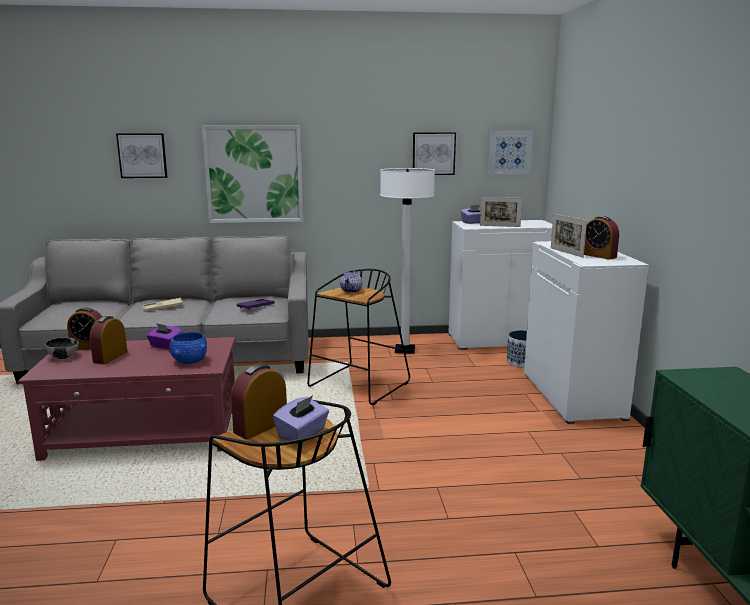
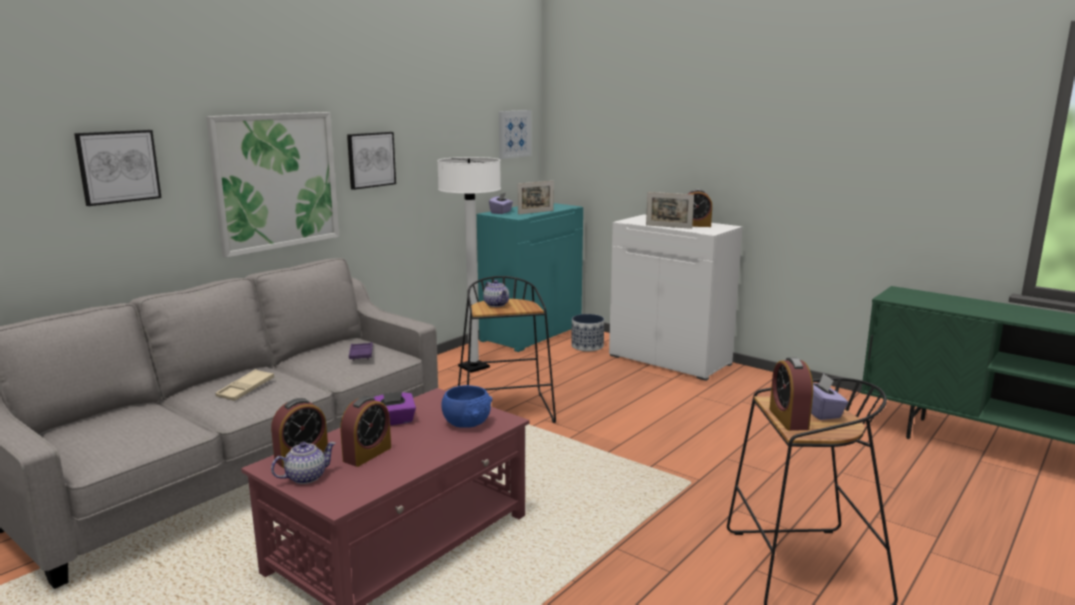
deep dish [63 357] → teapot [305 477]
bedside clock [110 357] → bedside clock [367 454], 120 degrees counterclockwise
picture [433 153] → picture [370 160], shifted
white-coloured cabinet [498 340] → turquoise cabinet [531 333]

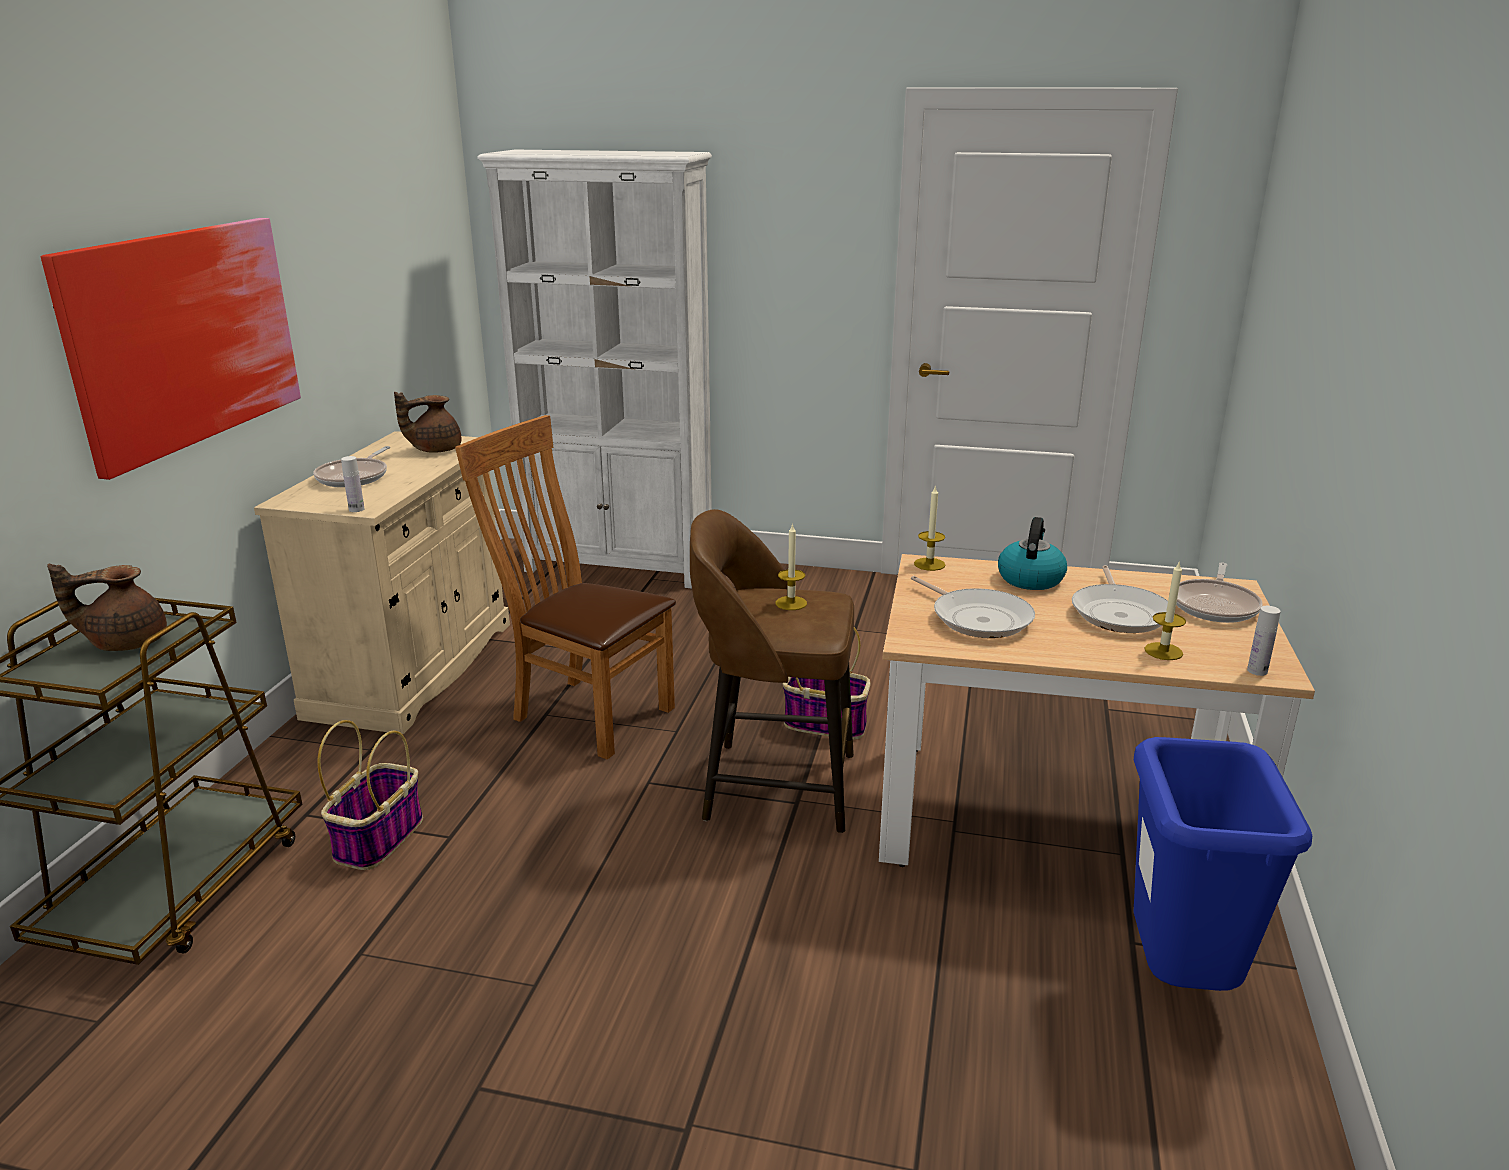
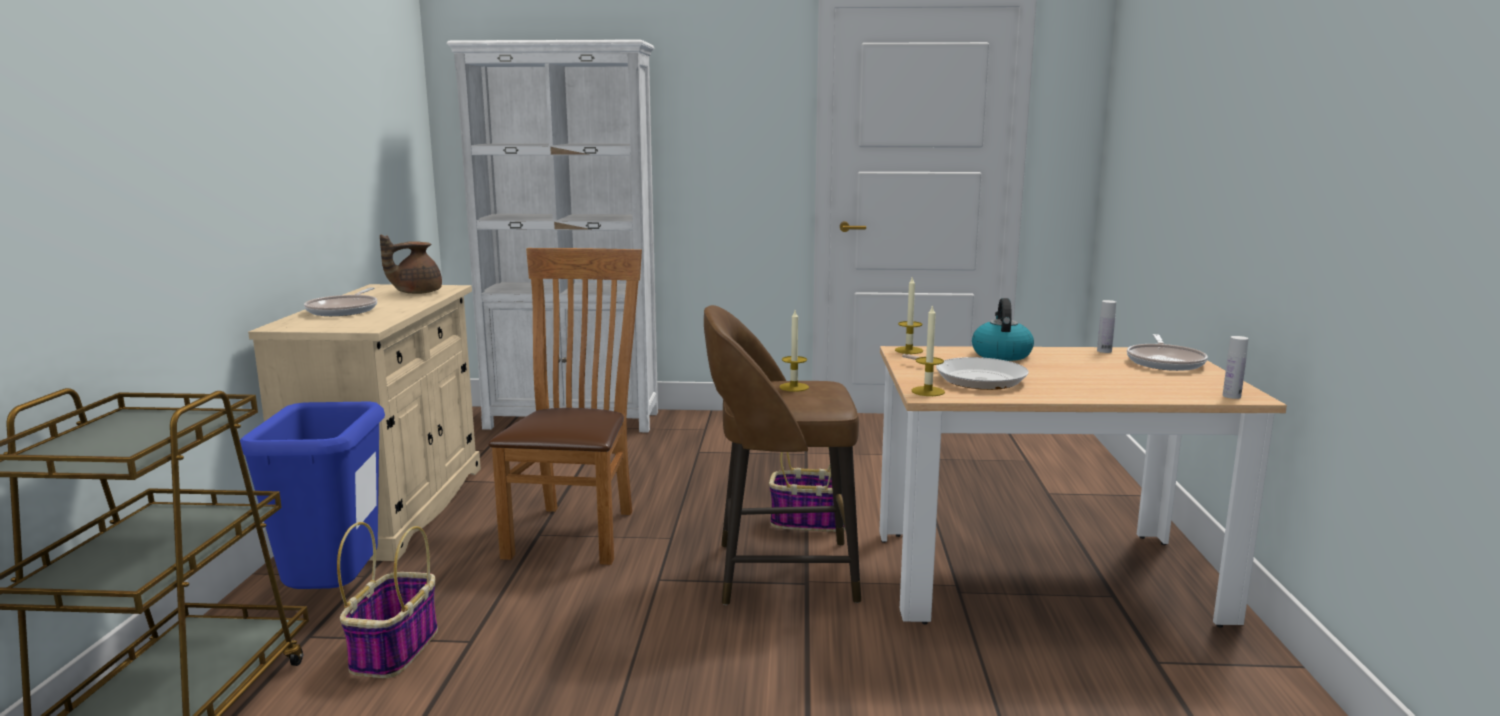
picture [184 337] → -
brownish teapot [126 642] → -
white-coloured bottle [356 509] → white-coloured bottle [1104 351], shifted
brownish upright chair [585 712] → brownish upright chair [577 530], 75 degrees clockwise
pan [1120 613] → -
bluish rubbish bin [1179 982] → bluish rubbish bin [335 599], shifted
wax light [1163 651] → wax light [928 391], shifted

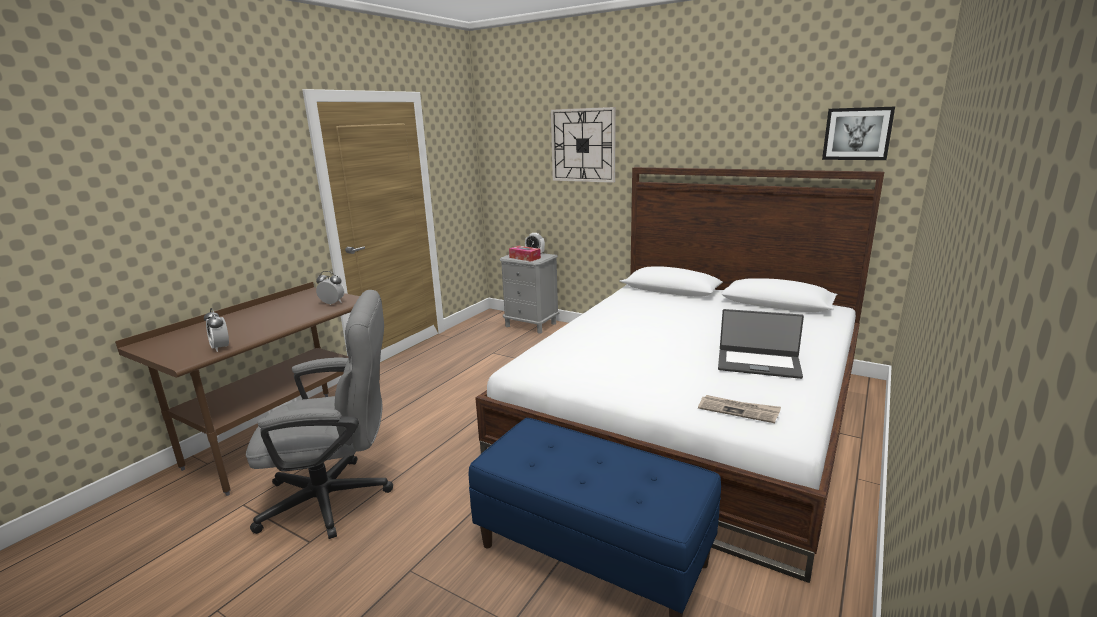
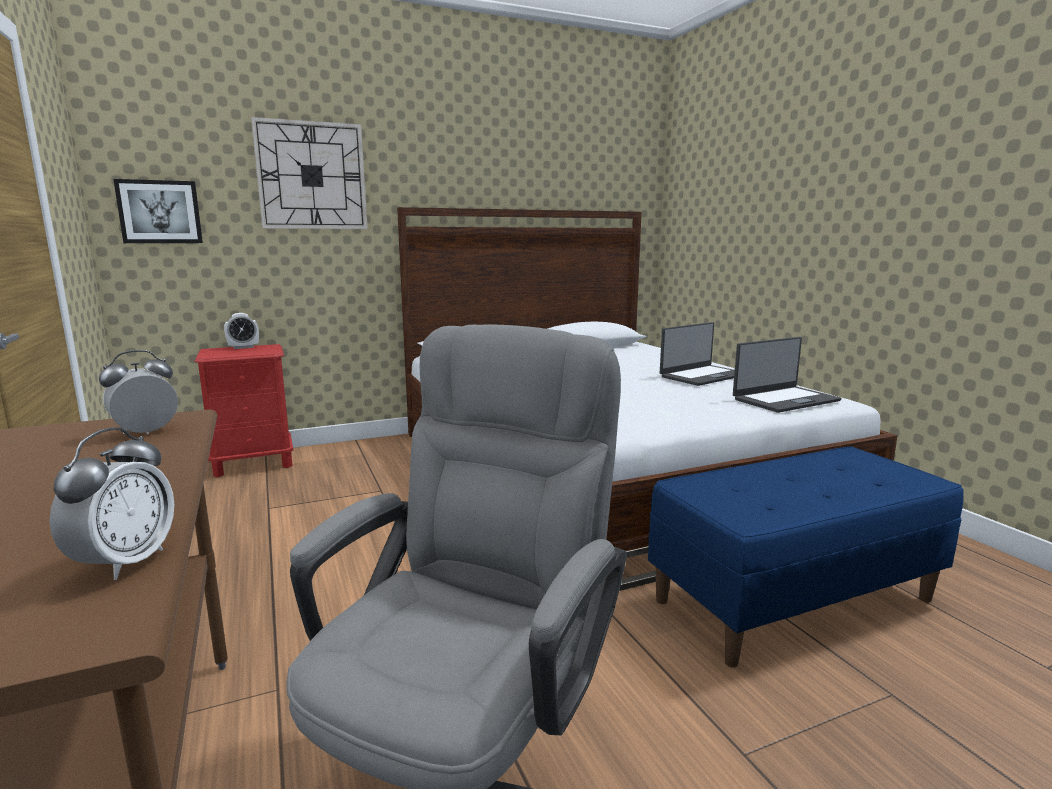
bedside clock [221 348] → bedside clock [125 563], 75 degrees counterclockwise
grey night table [531 325] → red-coloured night table [254 463]
tissue holder [525 258] → -
daily paper [738 410] → notebook computer [784 400]
picture [857 134] → picture [160 212], shifted

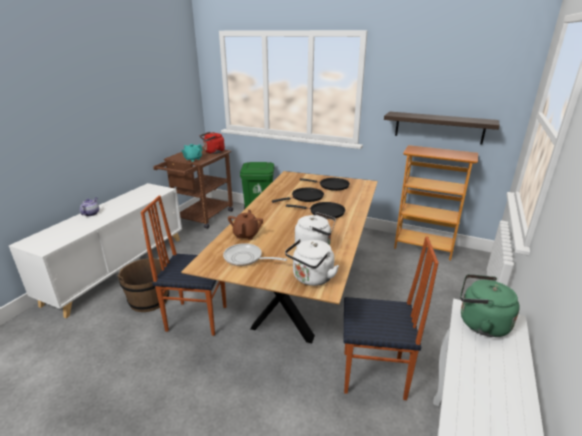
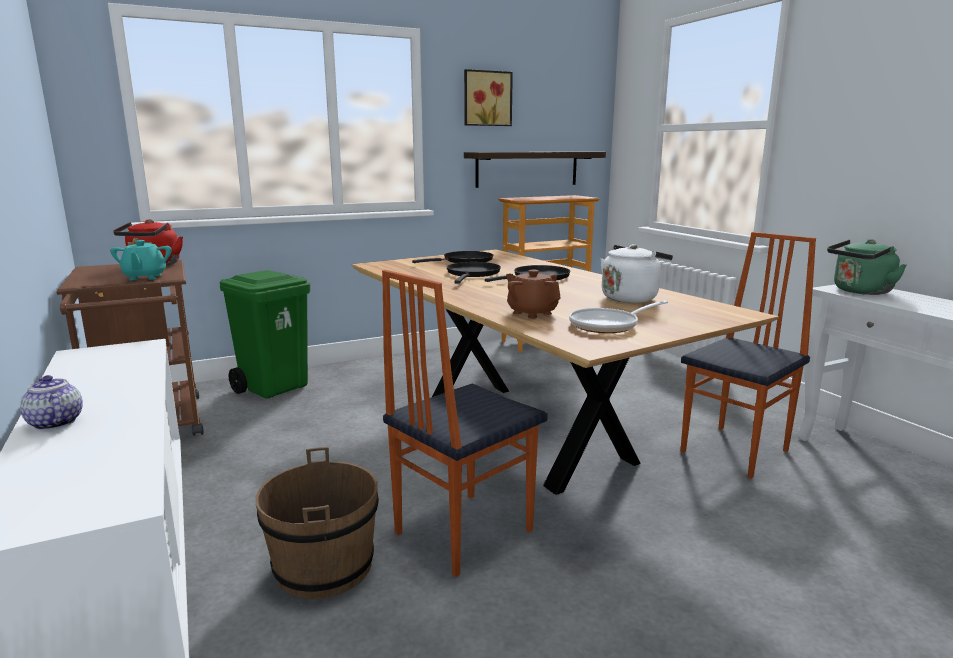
white-coloured tea kettle [311 278] → -
- → picture [486 98]

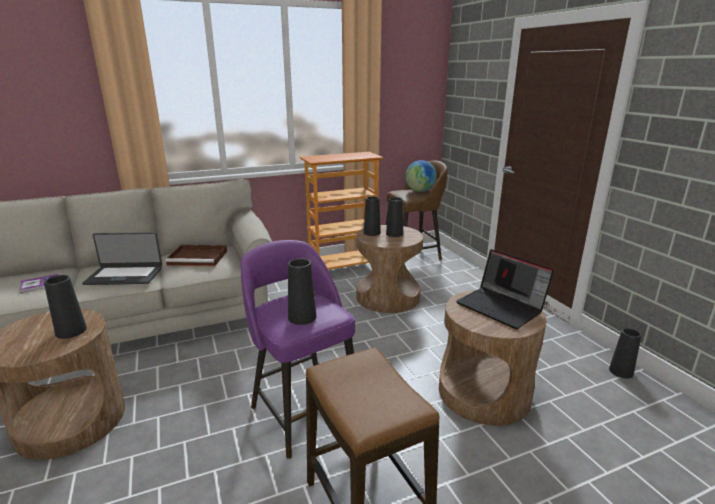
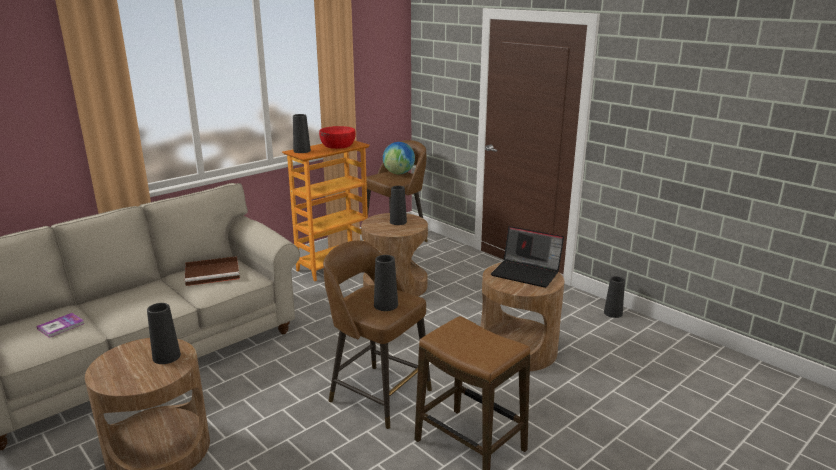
notebook computer [125 275] → -
purple stool [303 411] → brownish stool [378 394]
black-coloured decorative vase [372 233] → black-coloured decorative vase [302 151], shifted
- → red-coloured deep dish [338 145]

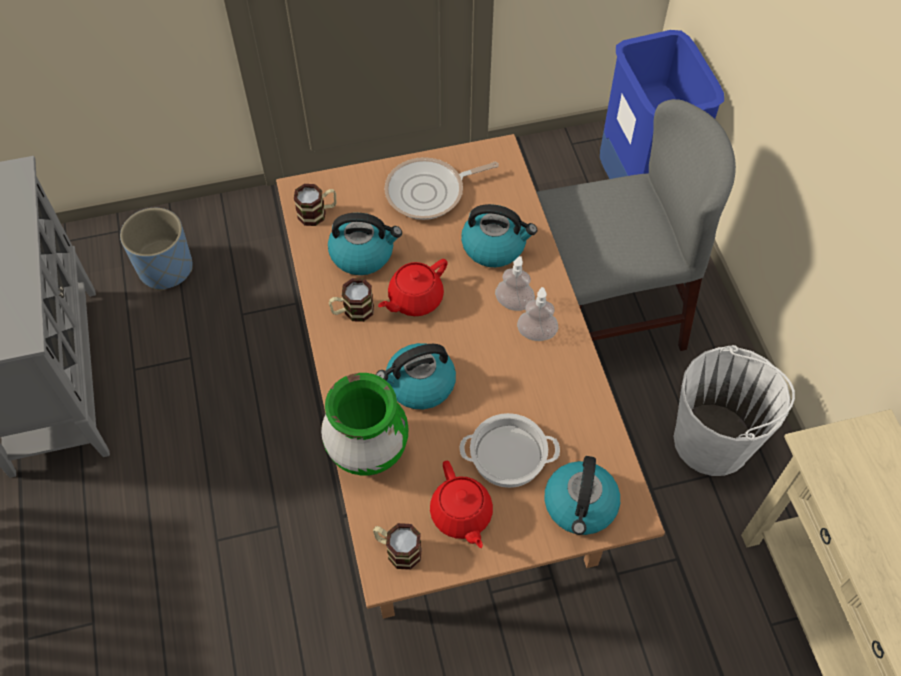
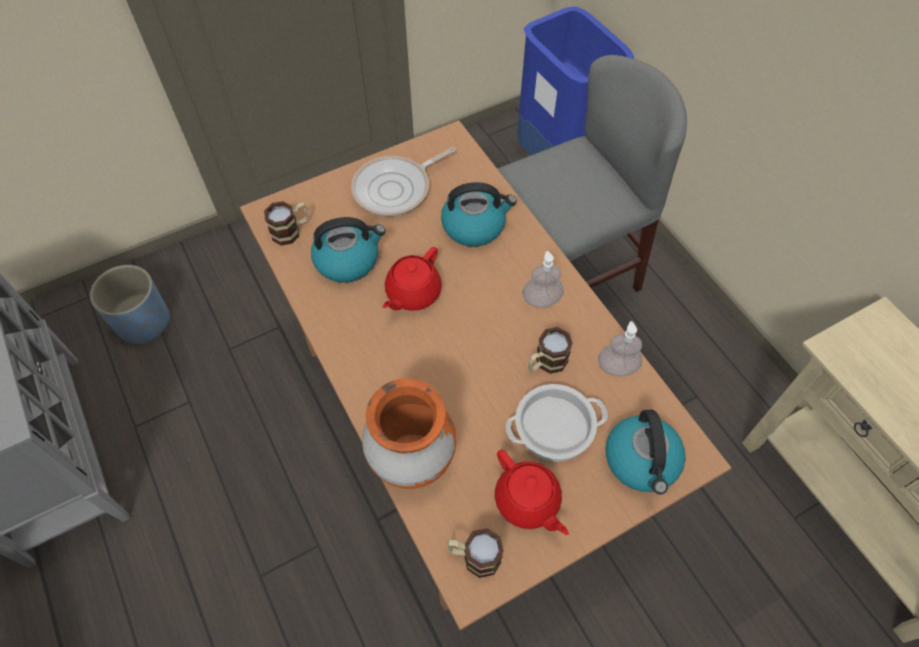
green decorative vase [368 452] → orangey decorative vase [411 459]
mug [352 311] → mug [546 363], shifted
tea kettle [419 385] → -
liquid soap bottle [514 303] → liquid soap bottle [617 367], shifted
white-coloured bucket [713 441] → -

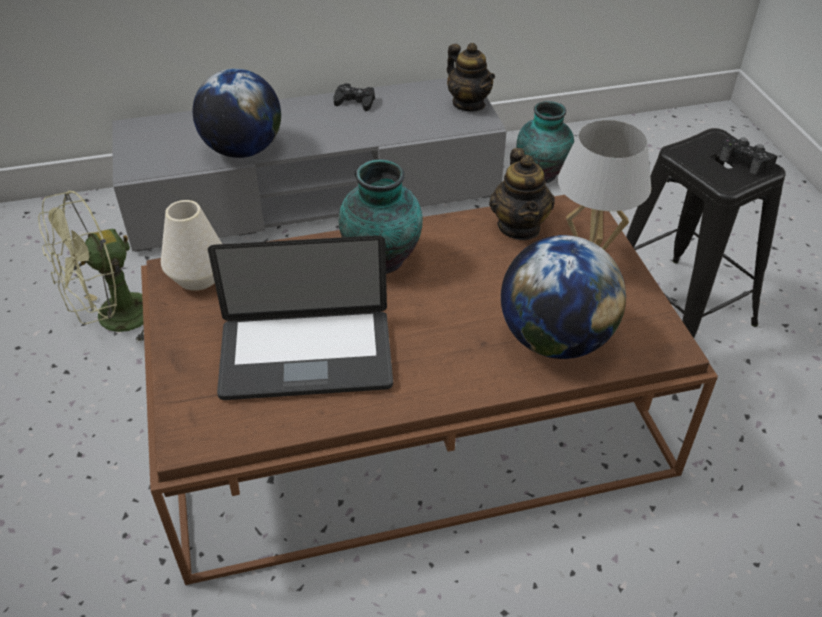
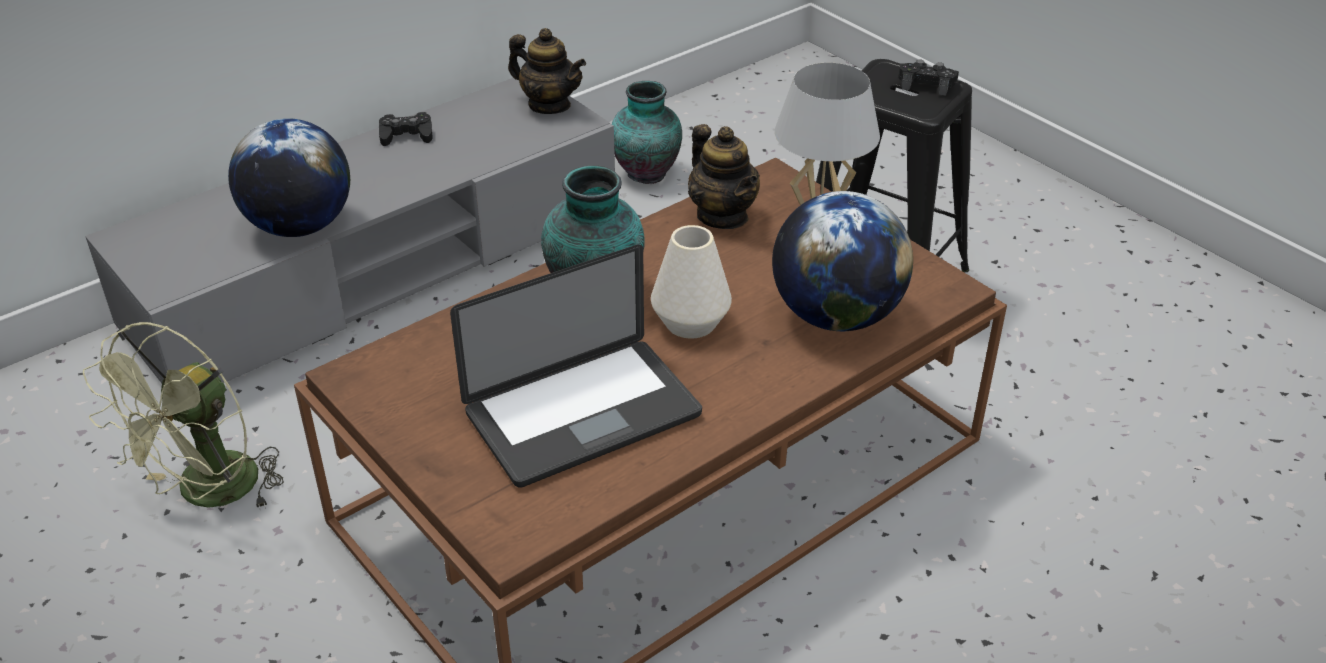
white-coloured decorative vase [198 277] → white-coloured decorative vase [691 322], shifted

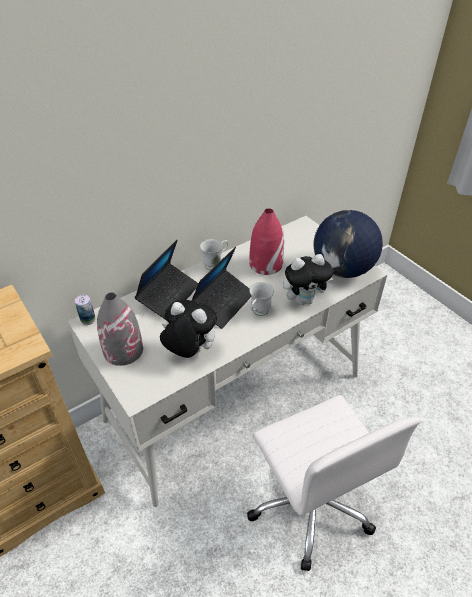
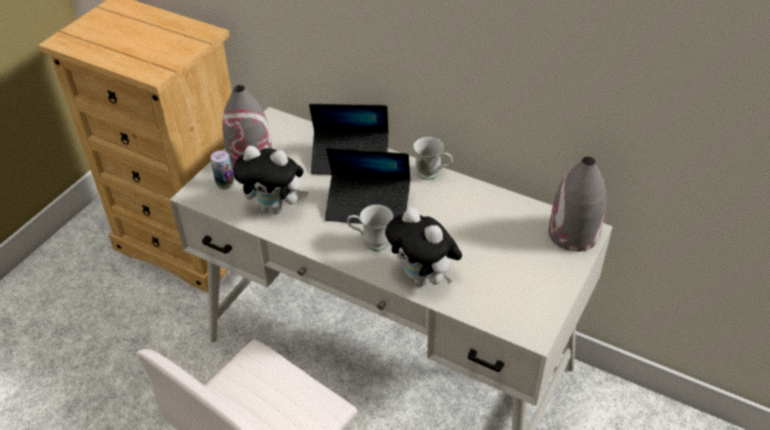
metal can [88 320] → metal can [225 183], shifted
plush toy [189 351] → plush toy [275 207], 105 degrees clockwise
red-coloured decorative vase [265 264] → -
desk globe [342 269] → -
- → grey decorative vase [573 234]

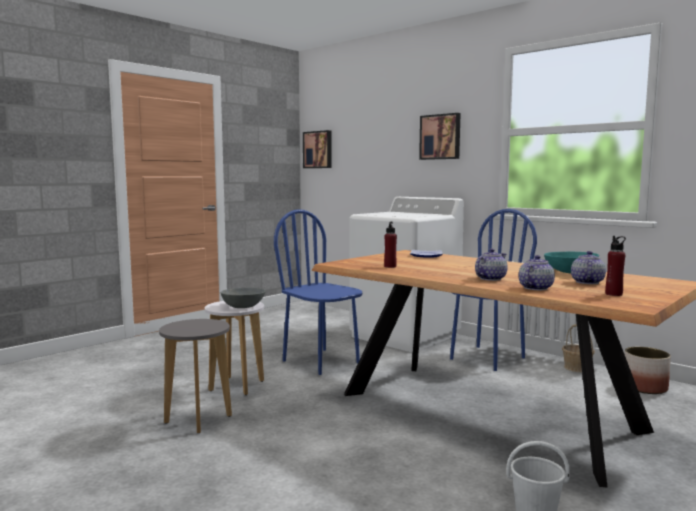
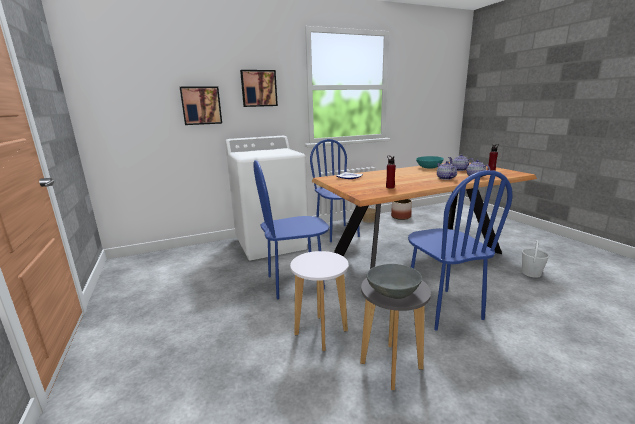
grey deep dish [243 306] → grey deep dish [393 292], shifted
picture [318 149] → picture [201 105], shifted
- → bluish upright chair [442 308]

